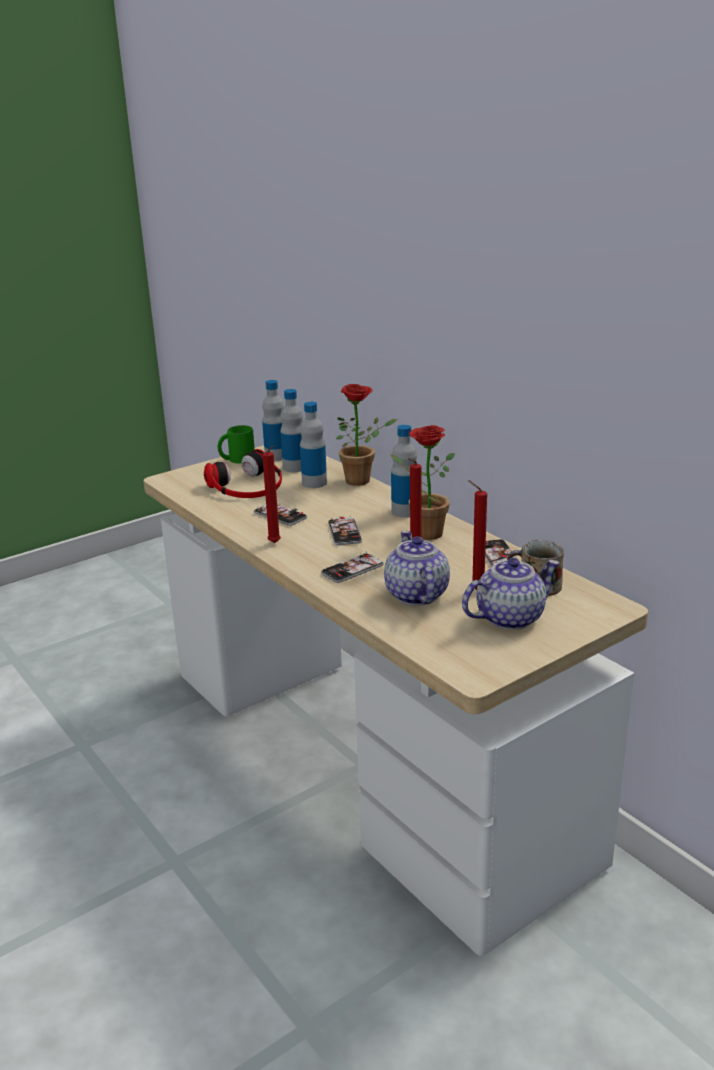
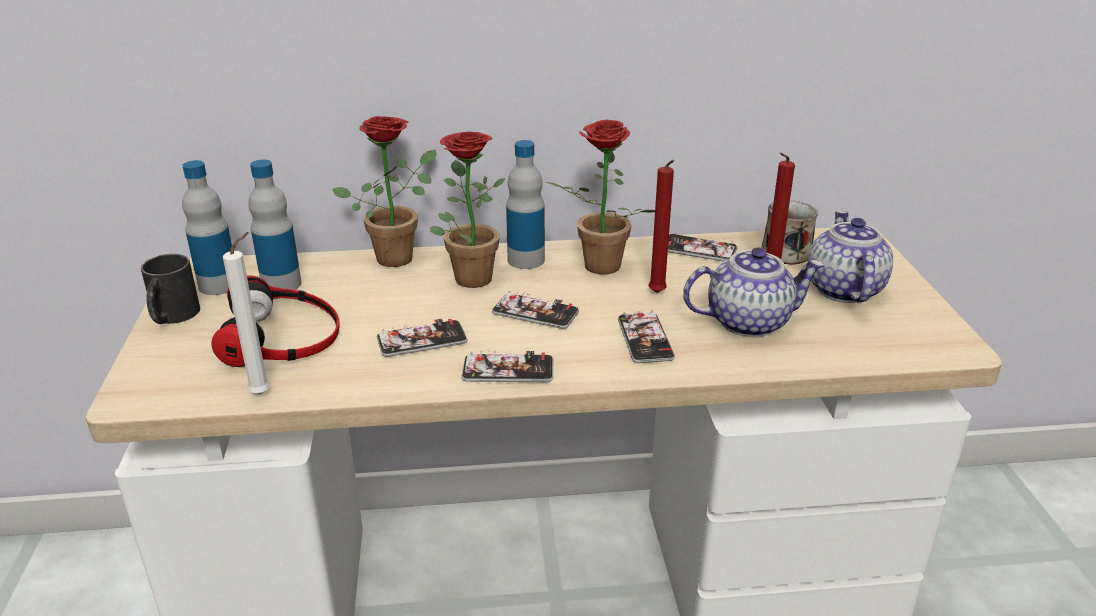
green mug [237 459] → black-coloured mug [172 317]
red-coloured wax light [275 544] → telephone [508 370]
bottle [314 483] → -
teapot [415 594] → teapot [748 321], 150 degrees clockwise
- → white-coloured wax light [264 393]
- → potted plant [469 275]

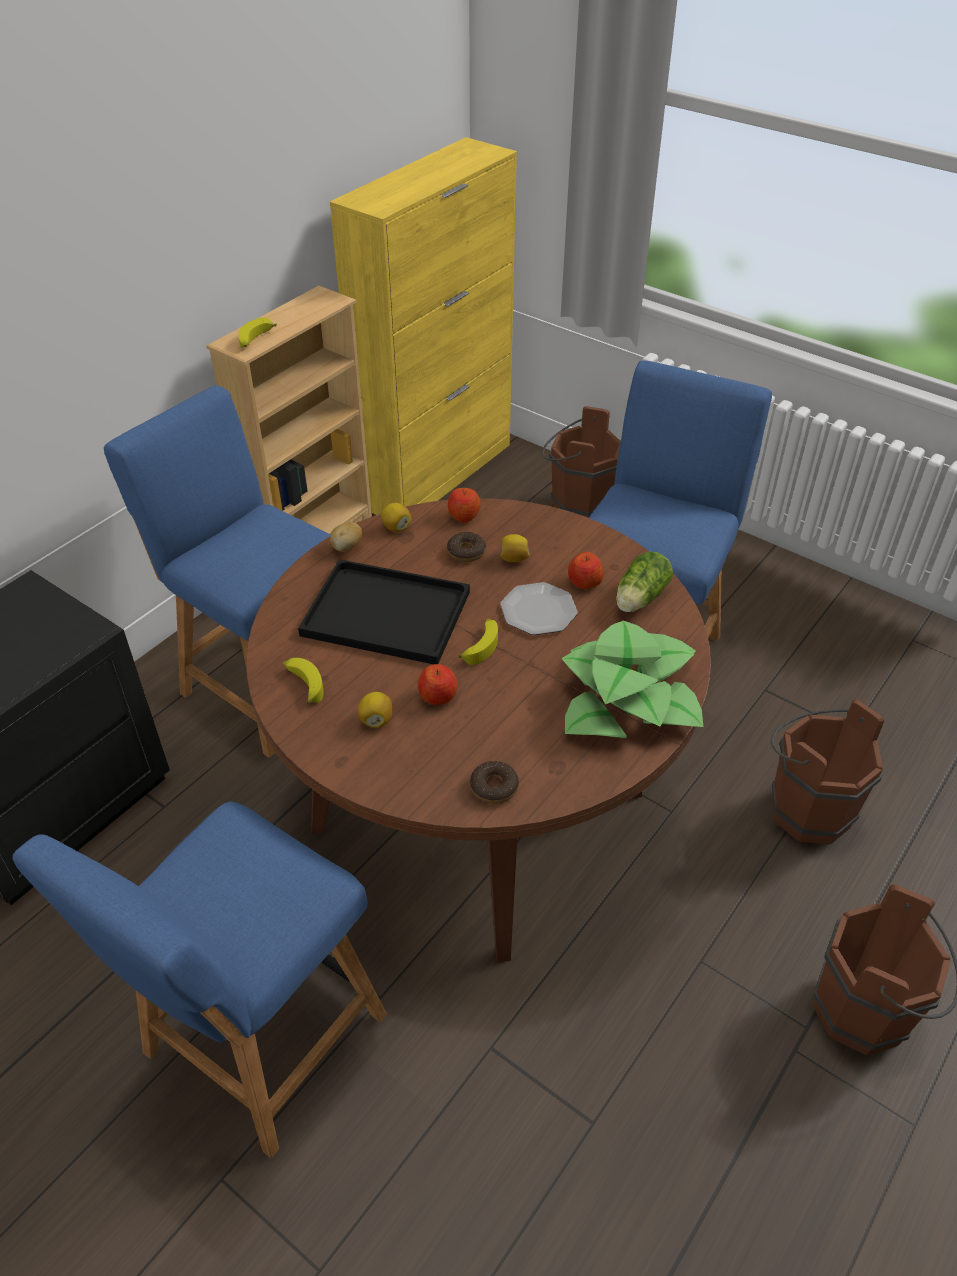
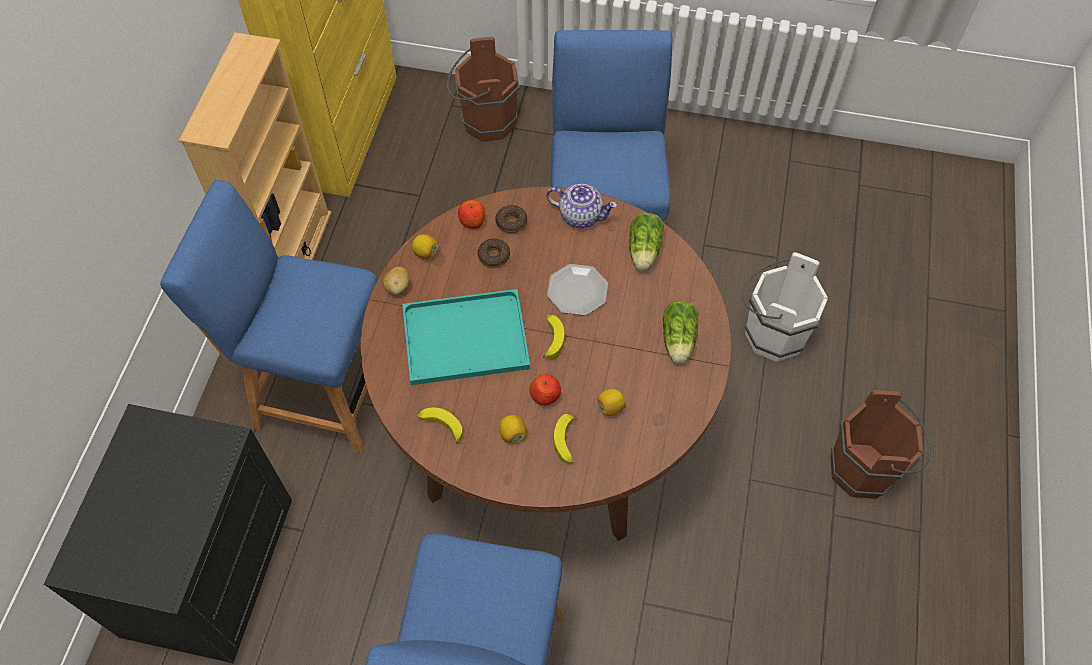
whole banana [256 340] → whole banana [566 442], shifted
black-coloured serving tray [390 613] → turquoise serving tray [468 336]
doughnut [494 787] → doughnut [511 222], shifted
citrus fruit [513 559] → citrus fruit [610 407], shifted
potted plant [629 697] → lettuce [678 341]
apple [584 582] → -
brownish bucket [804 808] → white-coloured bucket [770 333]
- → teapot [580 215]

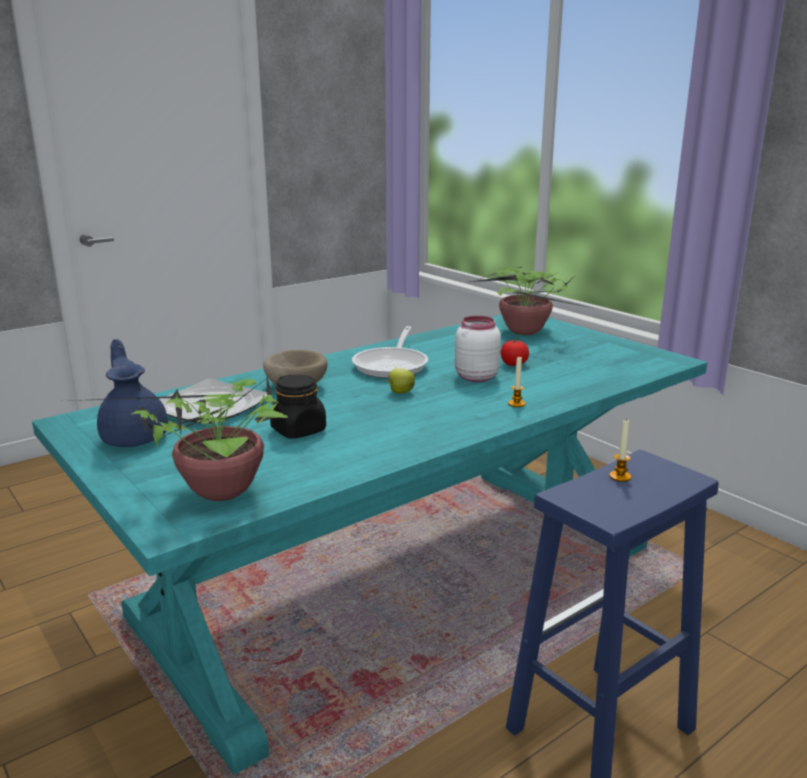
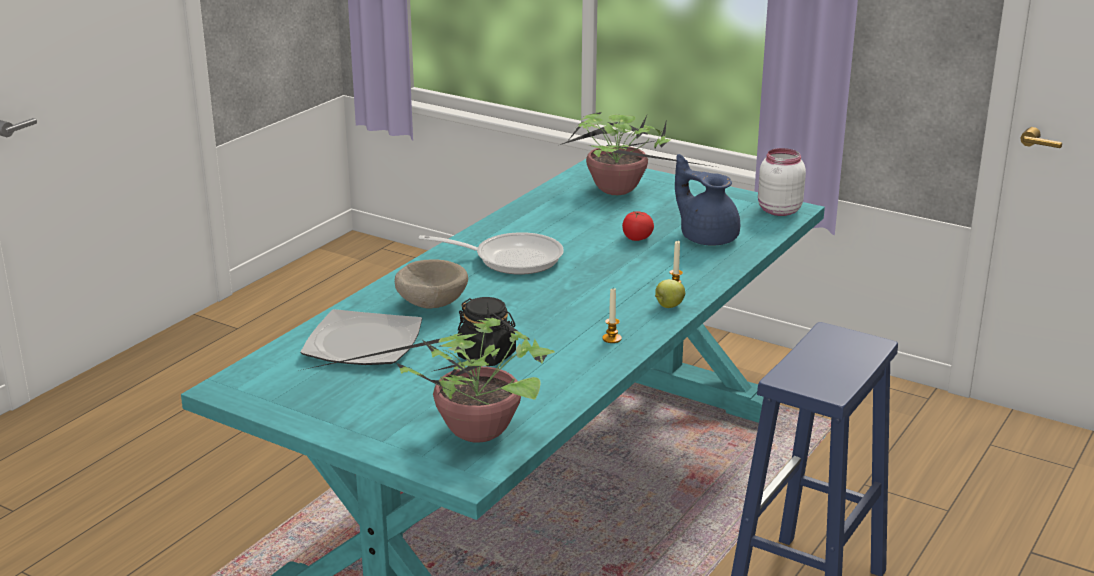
bluish teapot [135 437] → bluish teapot [707 237], shifted
pan [392 365] → pan [510 259], 75 degrees counterclockwise
apple [400 392] → apple [668 306], shifted
white-coloured jar [475 377] → white-coloured jar [778 210], shifted
wax light [620 477] → wax light [612 338], shifted

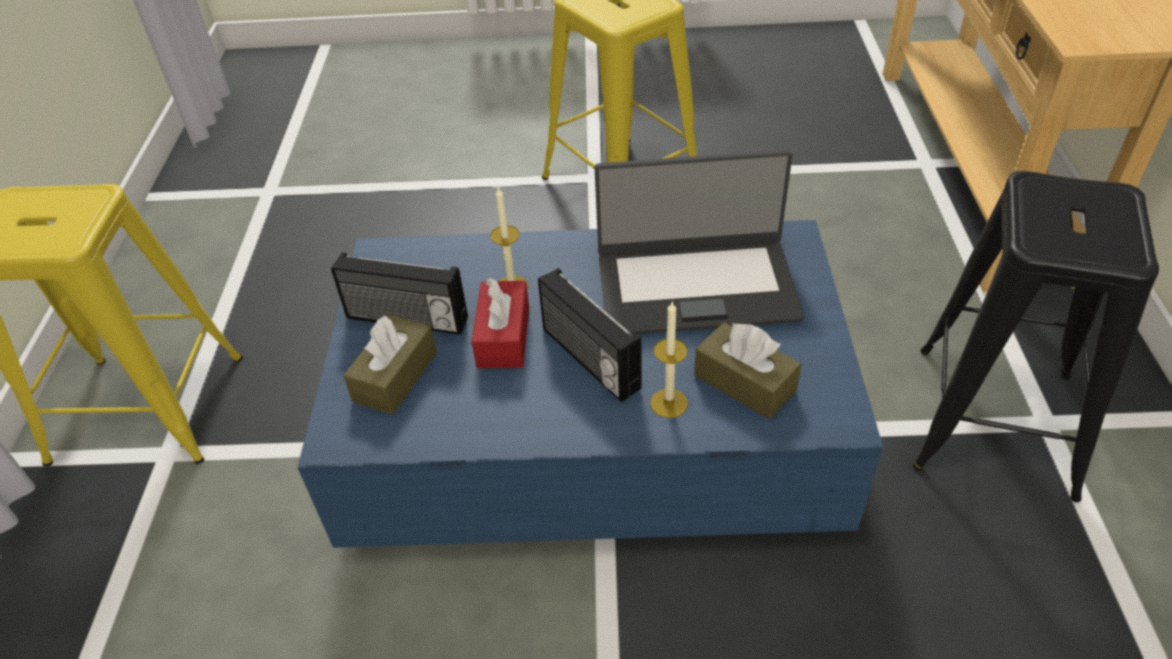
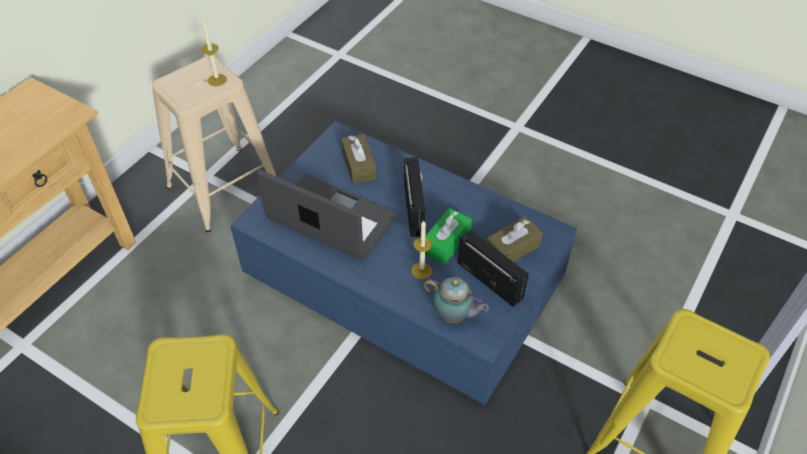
red-coloured tissue holder [503 337] → green tissue holder [446 242]
wax light [669 403] → wax light [217 80], shifted
black-coloured stool [994 420] → beige stool [224 188]
- → teapot [454 316]

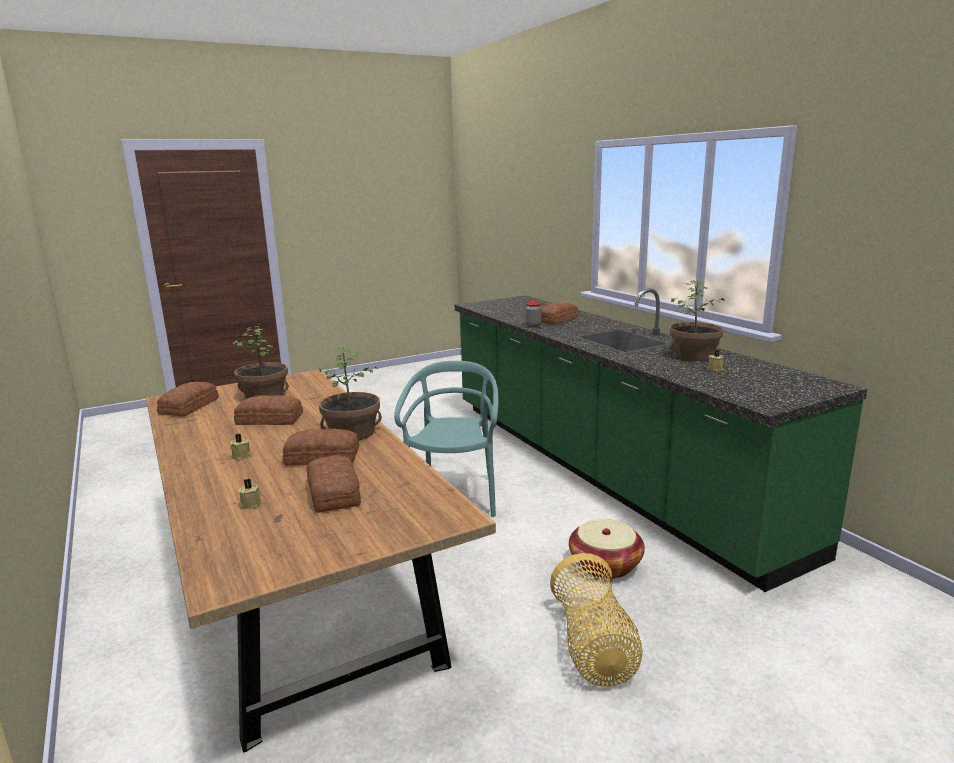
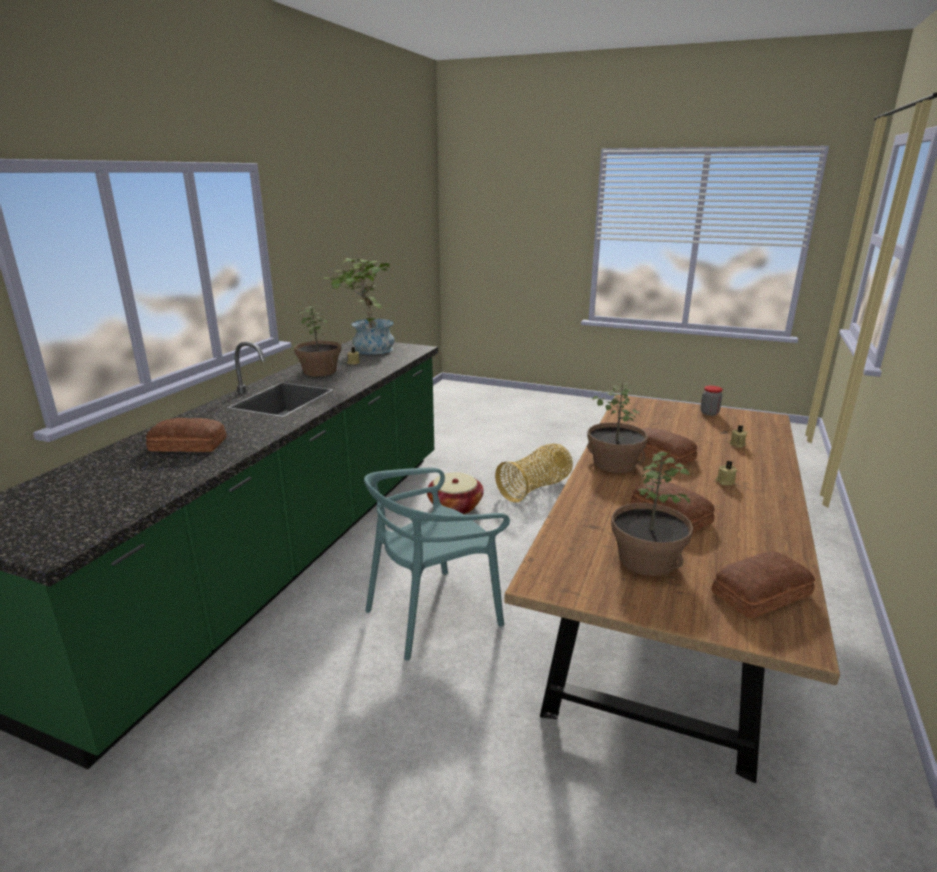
baked bread [335 492] → -
jar [533 325] → jar [709 413], shifted
- → potted plant [367 350]

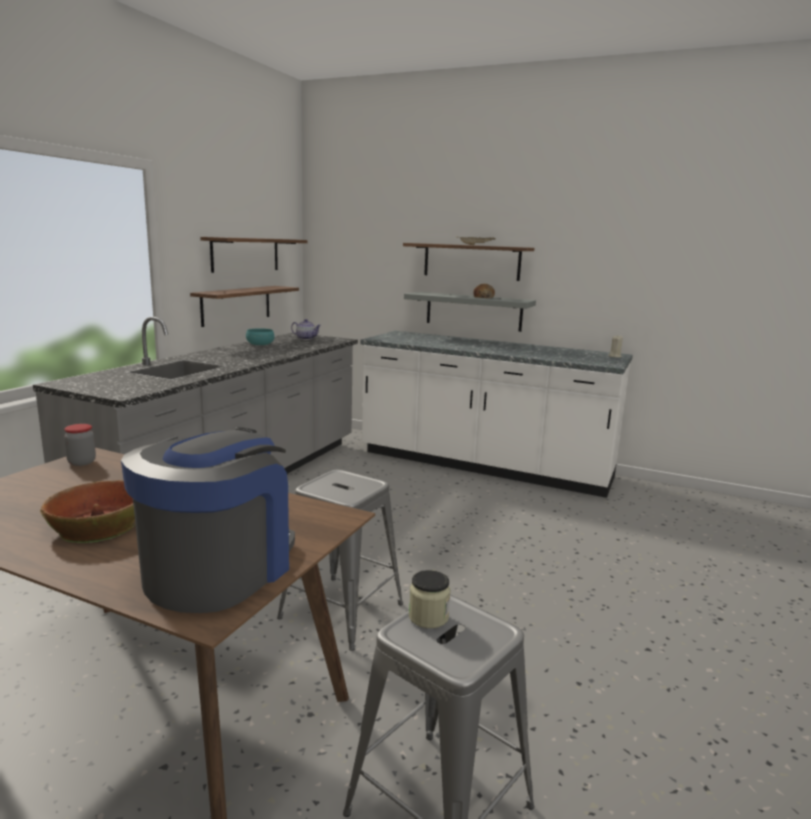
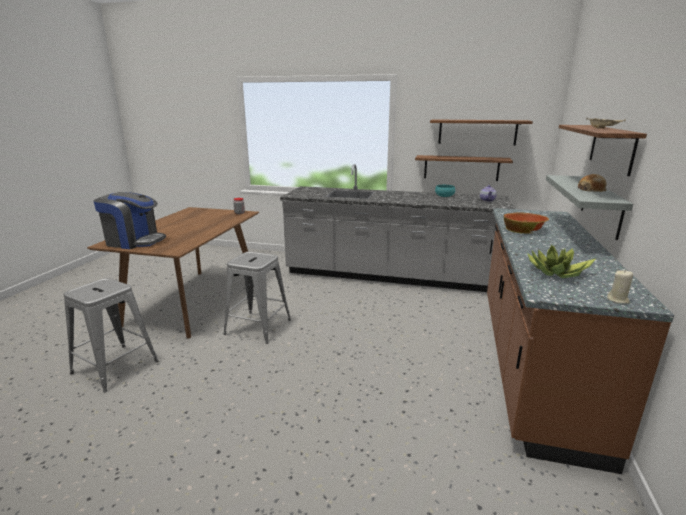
deep dish [98 524] → deep dish [524 229], shifted
white-coloured counter [484 466] → brownish counter [531 363]
jar [428 617] → -
- → potted plant [557 273]

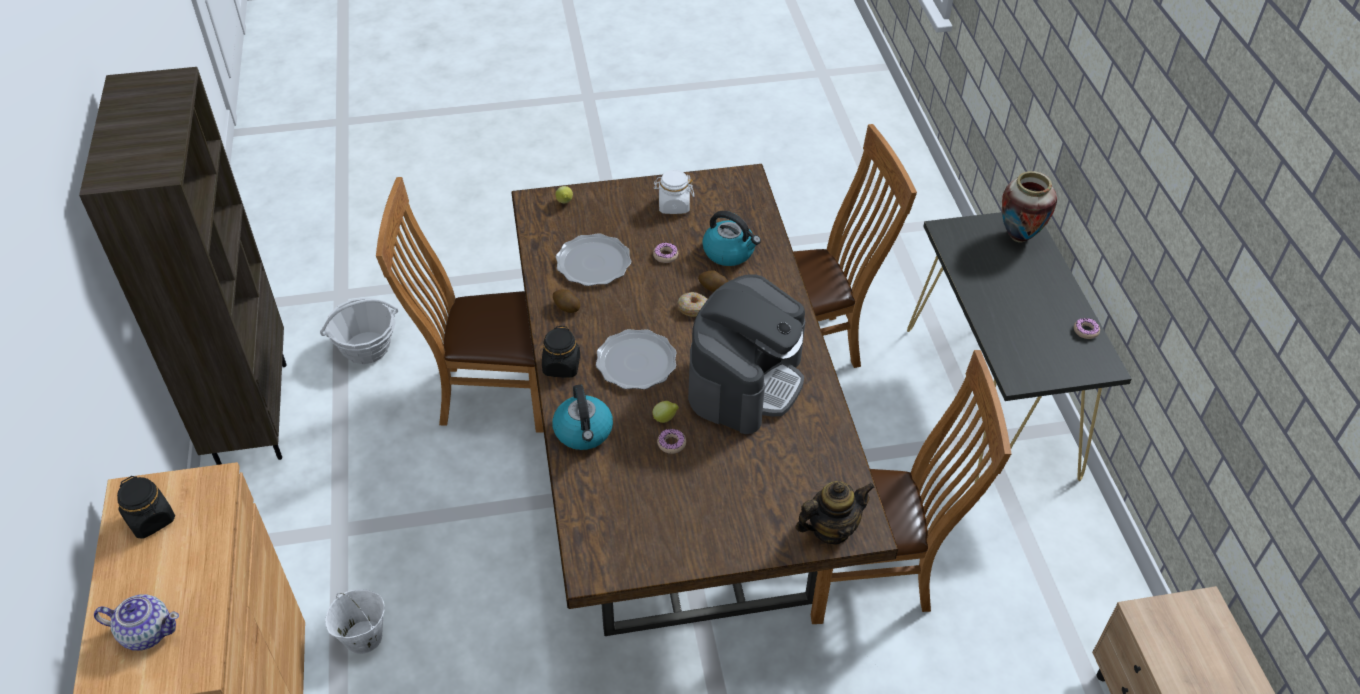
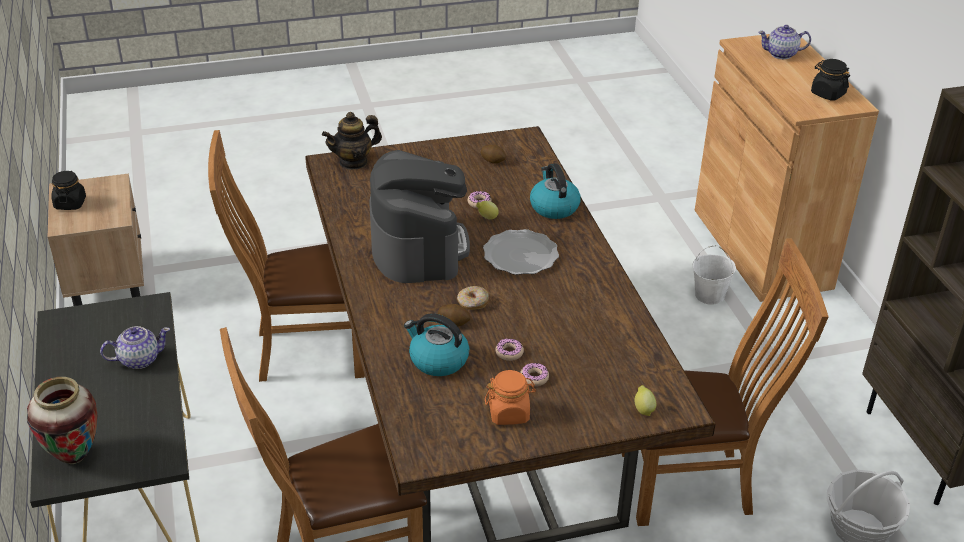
black-coloured jar [561 366] → black-coloured jar [70 203], shifted
whole potato [566 307] → whole potato [493 160], shifted
flat dish [593 263] → -
white-coloured jar [673 205] → orangey jar [509 413]
coffee maker [745 380] → coffee maker [418 246], 150 degrees clockwise
doughnut [1085 331] → doughnut [534 378], shifted
- → teapot [138 359]

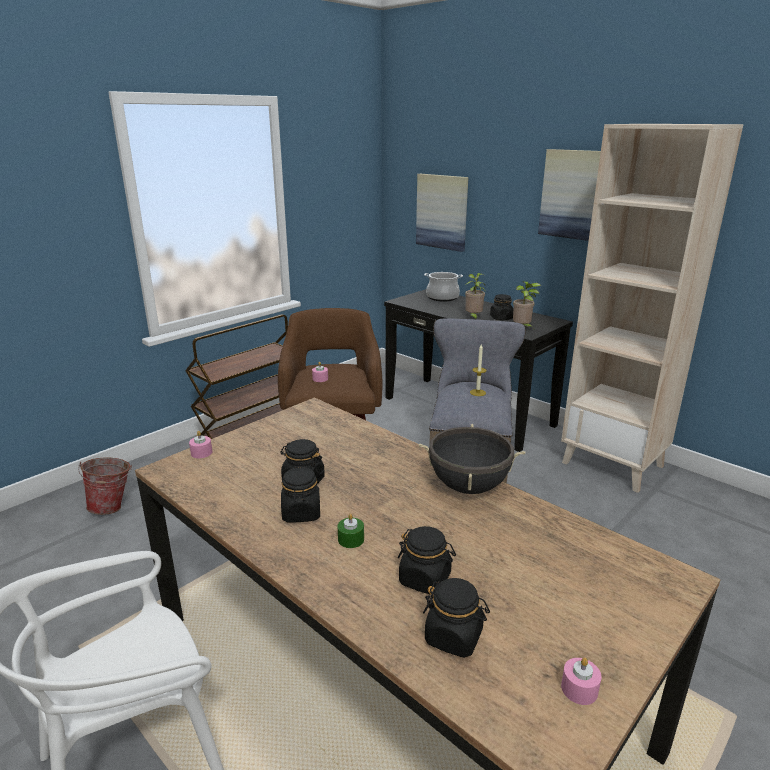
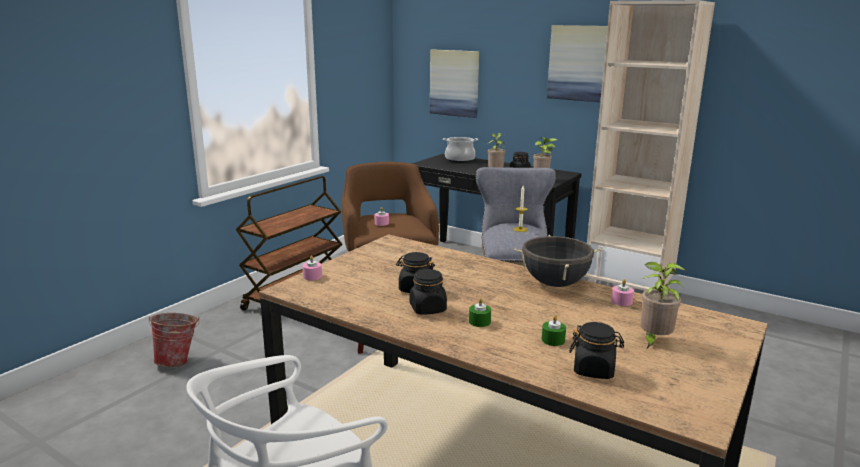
black-coloured jar [425 579] → green wax light [553 340]
pink wax light [579 689] → pink wax light [621 301], shifted
- → potted plant [654 341]

